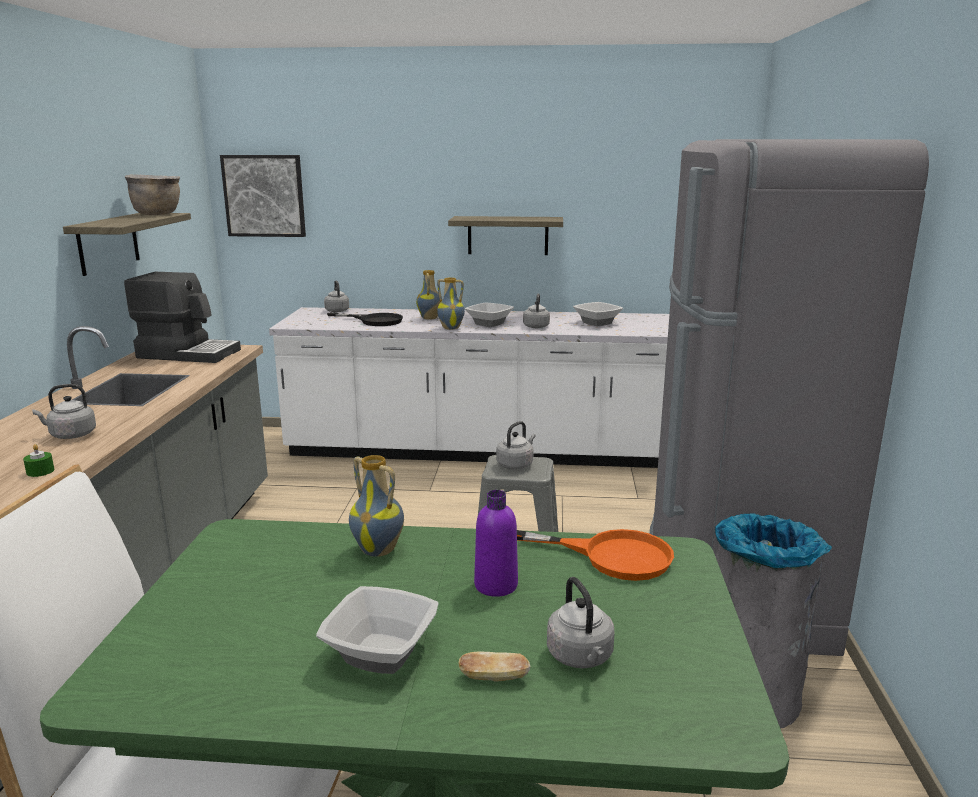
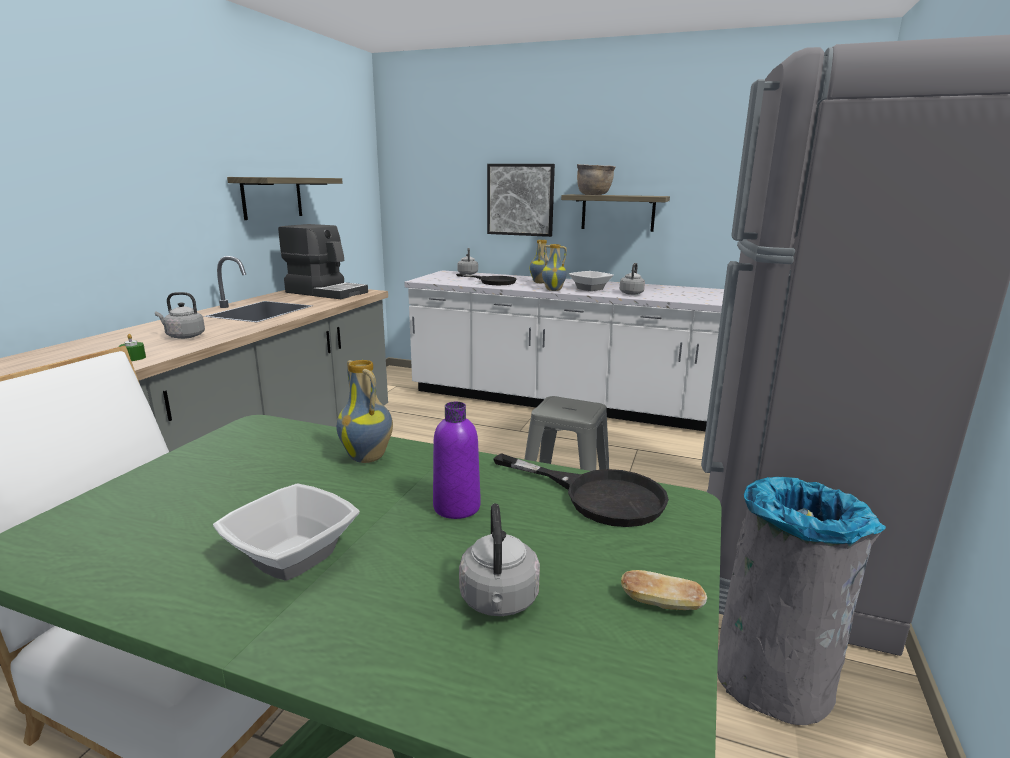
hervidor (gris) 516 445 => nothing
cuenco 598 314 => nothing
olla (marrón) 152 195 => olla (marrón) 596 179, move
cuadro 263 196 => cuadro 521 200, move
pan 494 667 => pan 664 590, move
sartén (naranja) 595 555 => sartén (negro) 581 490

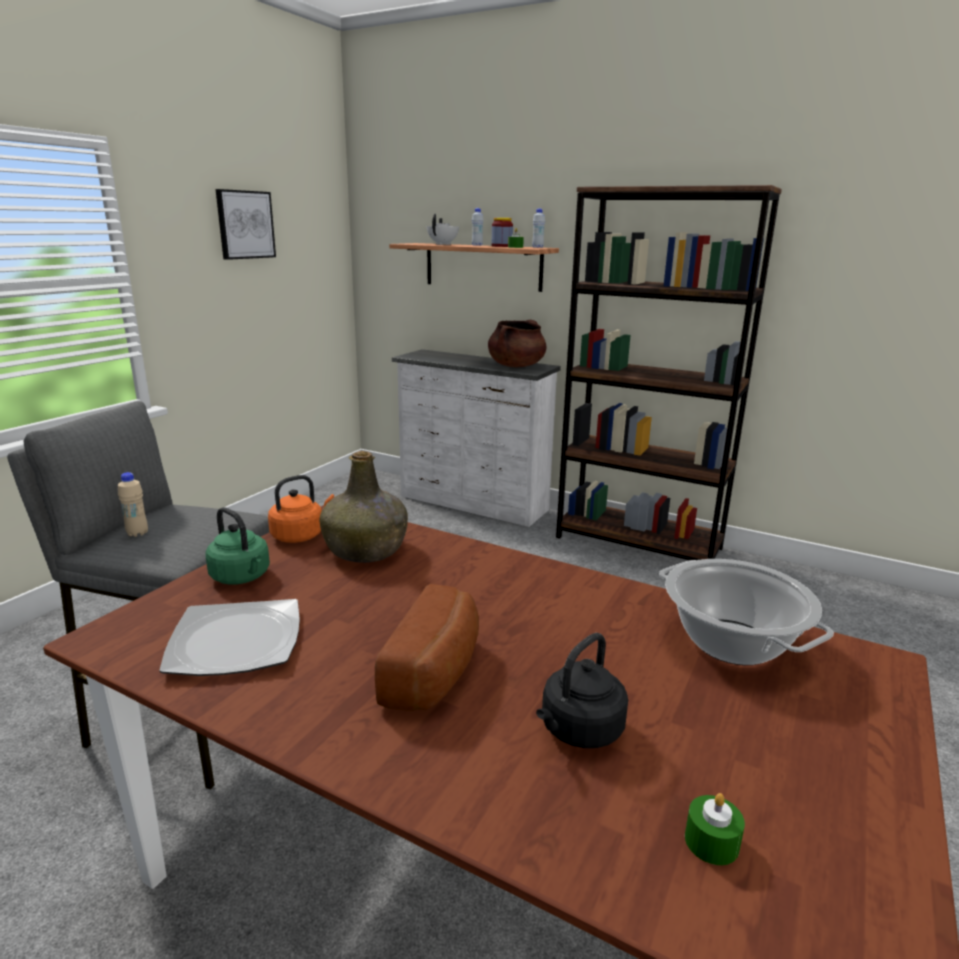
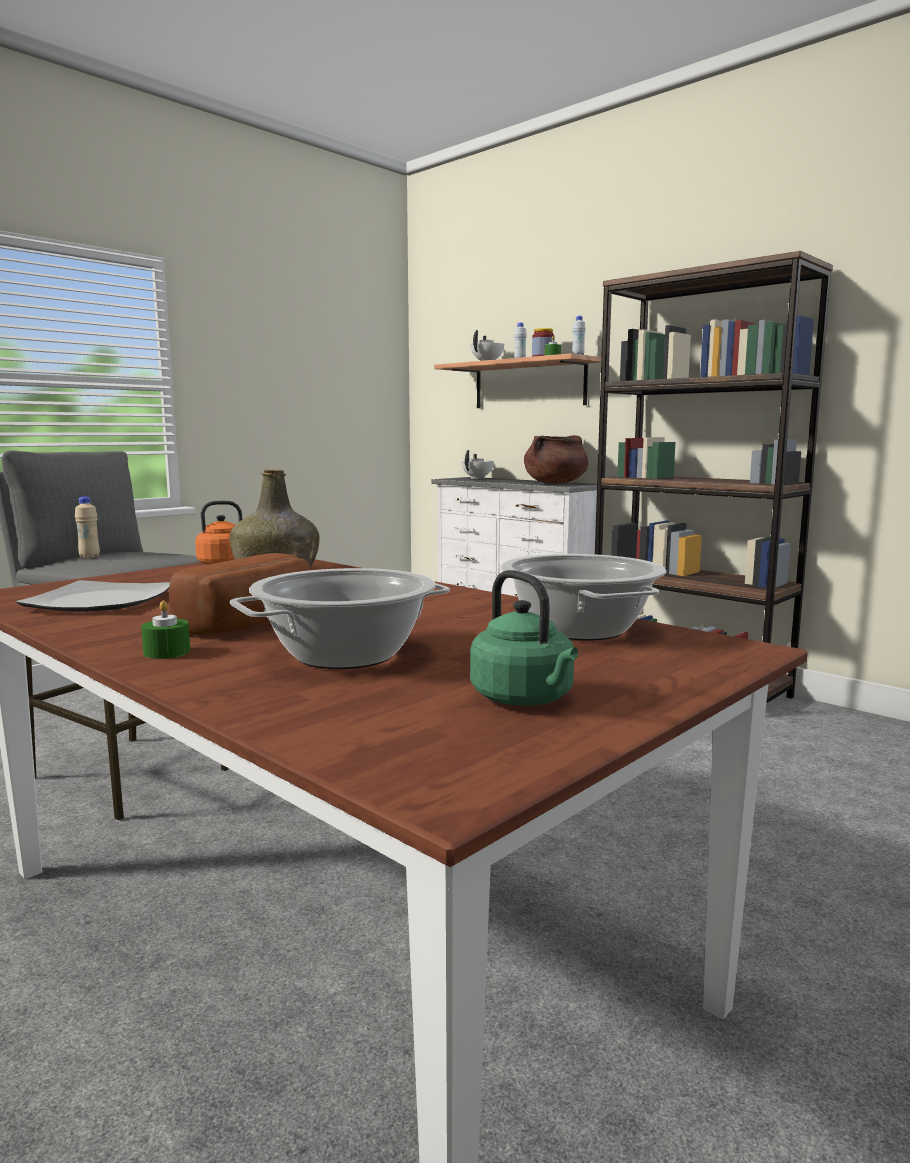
cuadro 245 224 => nothing
nothing => tetera (blanco) 478 464
hervidor (verde) 237 546 => hervidor (verde) 524 638, move
vela (verde) 715 829 => vela (verde) 165 629, move
hervidor (negro) 582 690 => olla 340 618

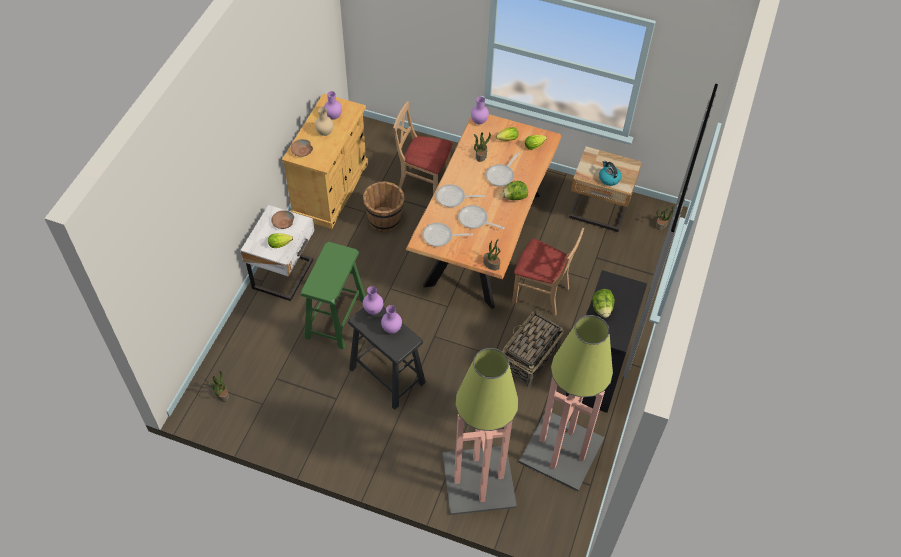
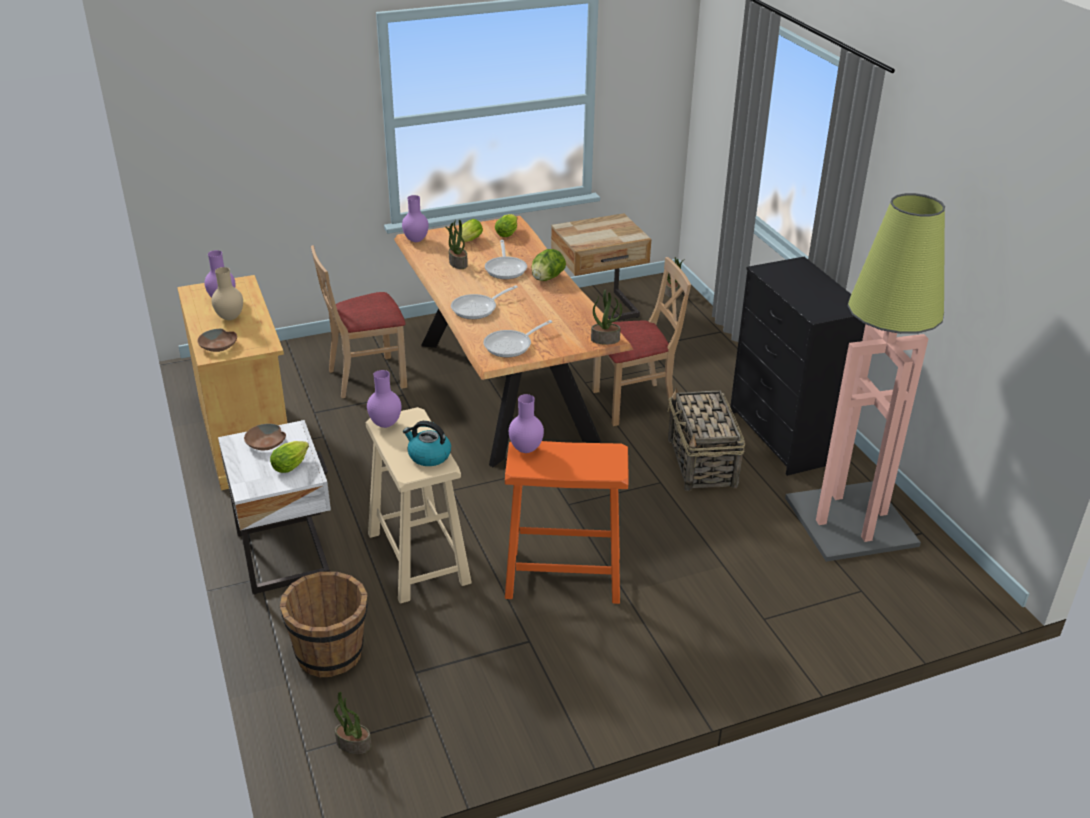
lámpara de pie 480 431 => nothing
sartén 481 217 => nothing
lechuga 603 303 => nothing
cubo (marrón) 384 206 => cubo (marrón) 323 624, move
florero (morado) 391 319 => florero (morado) 384 399, move
hervidor 610 173 => hervidor 427 443, move
taburete (verde) 333 296 => taburete (beis) 419 505
taburete (negro) 387 358 => taburete (naranja) 567 522

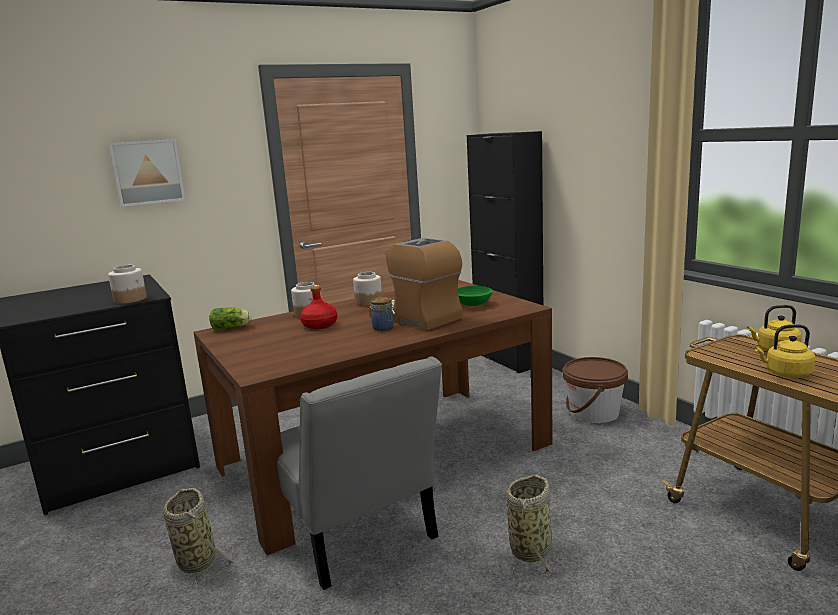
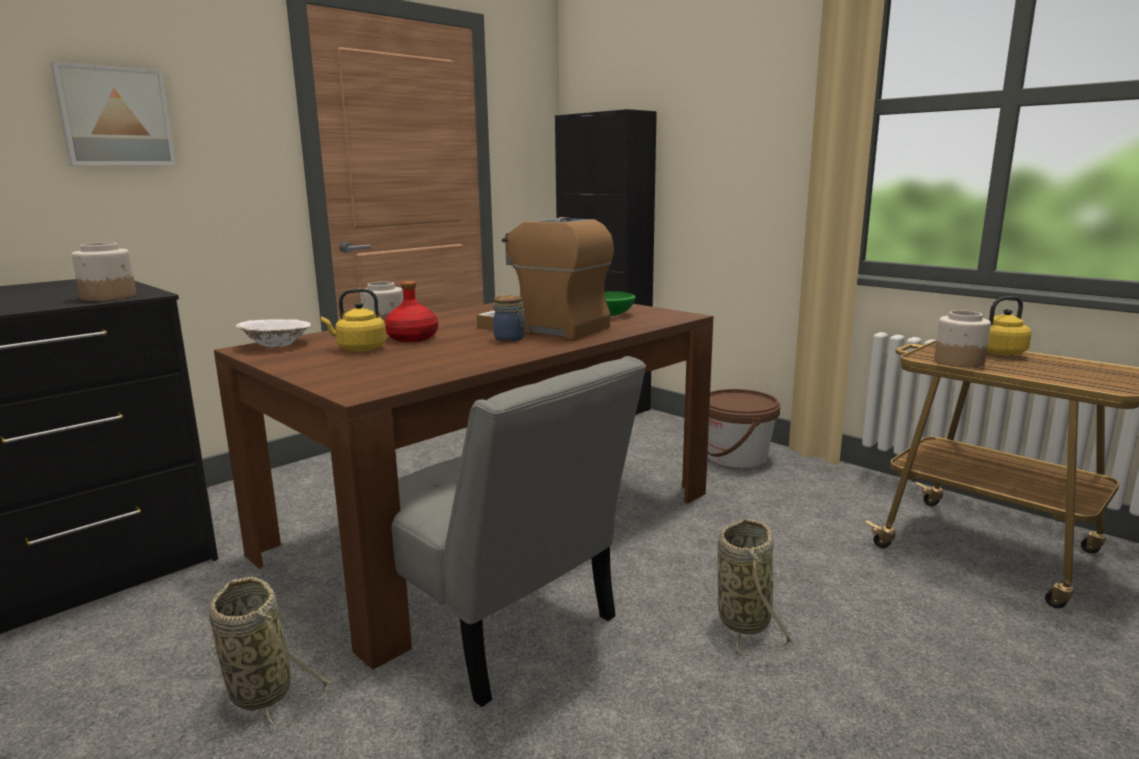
tarro 367 289 => tarro 962 338, move
hervidor (amarillo) 785 351 => hervidor (amarillo) 354 320, move
lechuga 230 319 => cuenco (blanco) 273 333

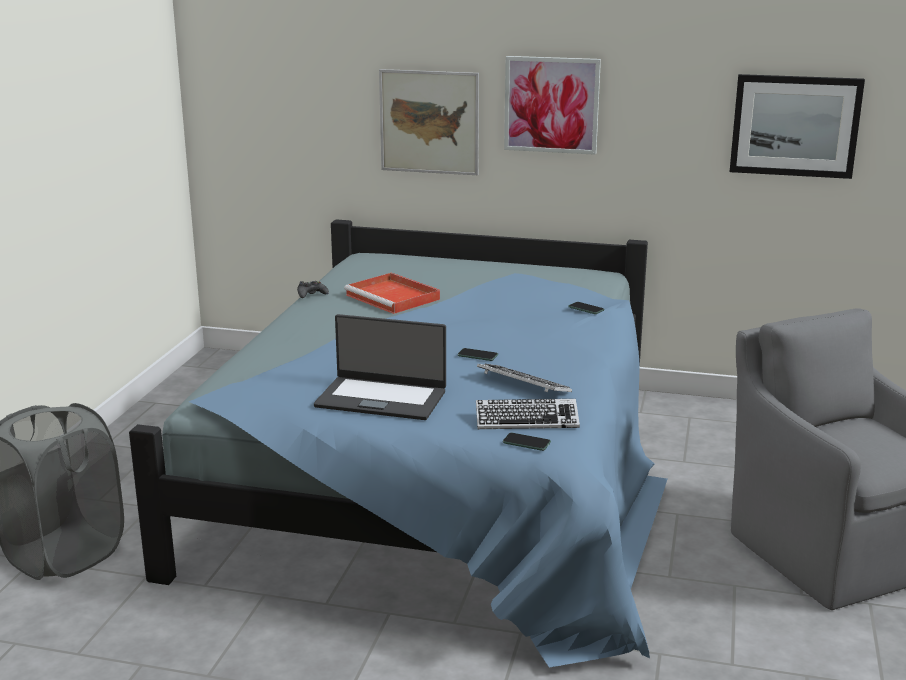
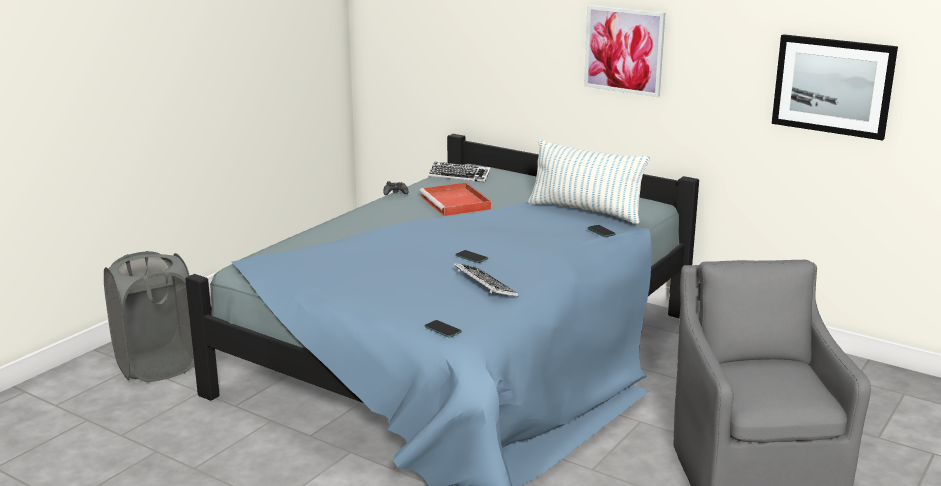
portátil 380 367 => nothing
cuadro 429 122 => nothing
nothing => cojín 589 181
teclado 528 414 => teclado 459 172, move

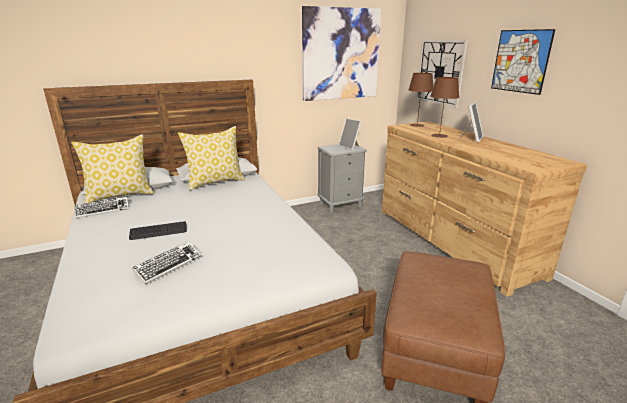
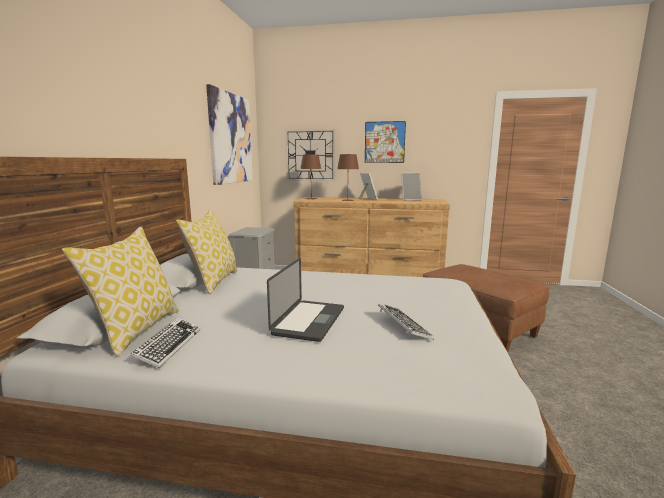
portarretratos 350 134 => portarretratos 411 187, move
teclado 158 230 => portátil 305 300

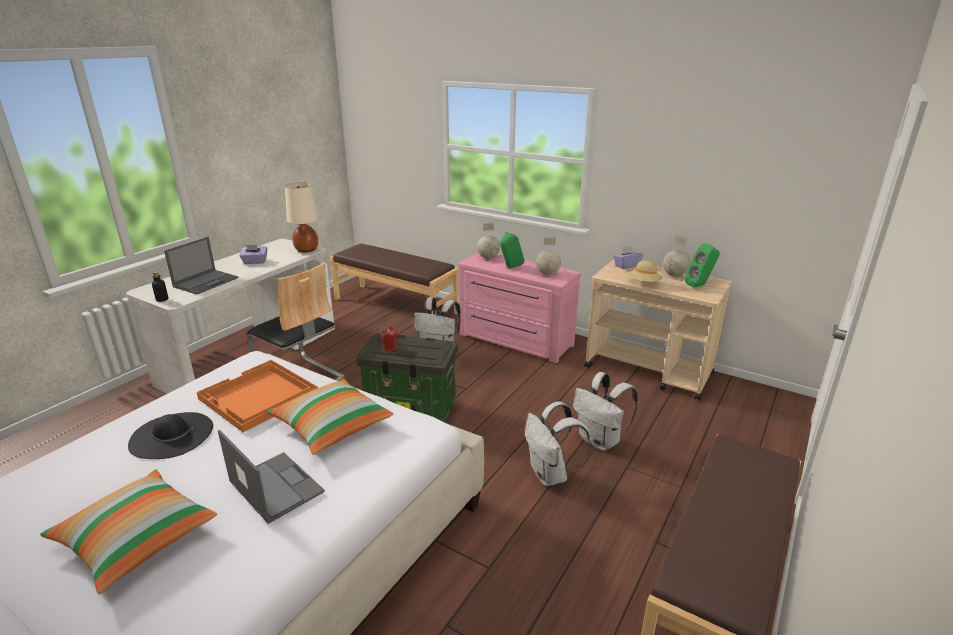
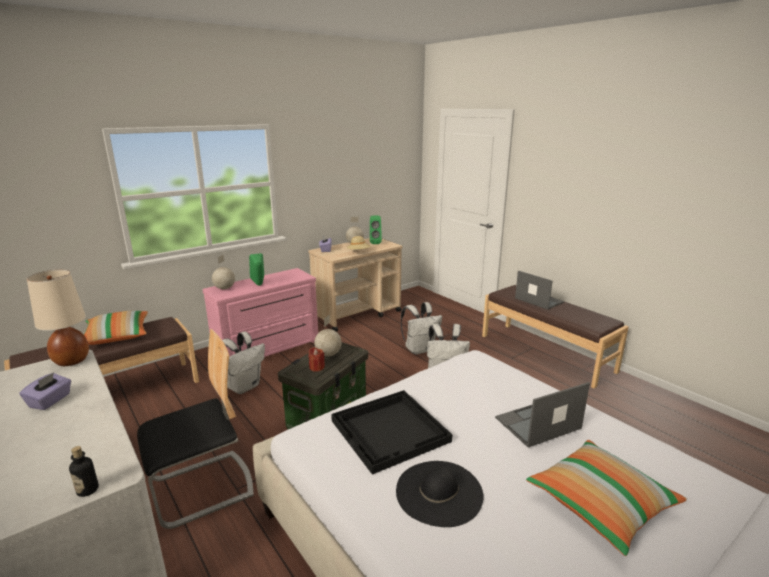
portátil 201 265 => portátil 539 290, move
cojín 329 417 => cojín 116 328, move
globo terráqueo 548 256 => globo terráqueo 328 335, move
bandeja (naranja) 257 396 => bandeja (negro) 391 432

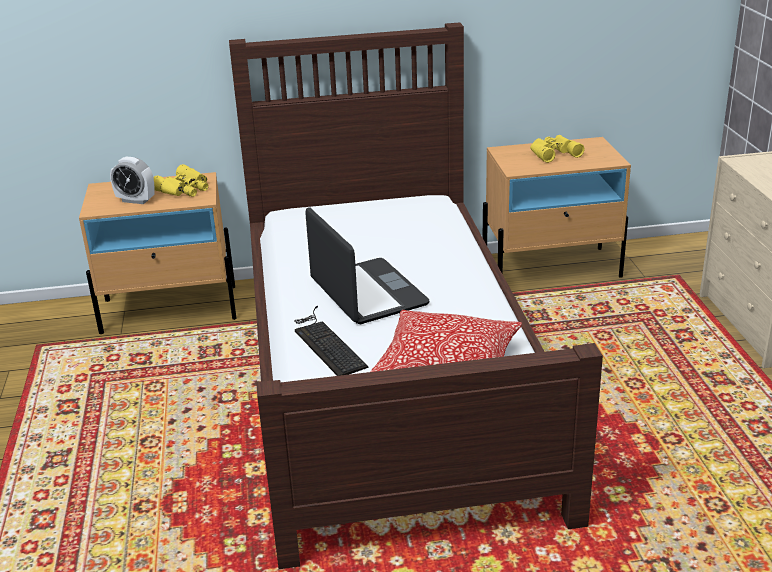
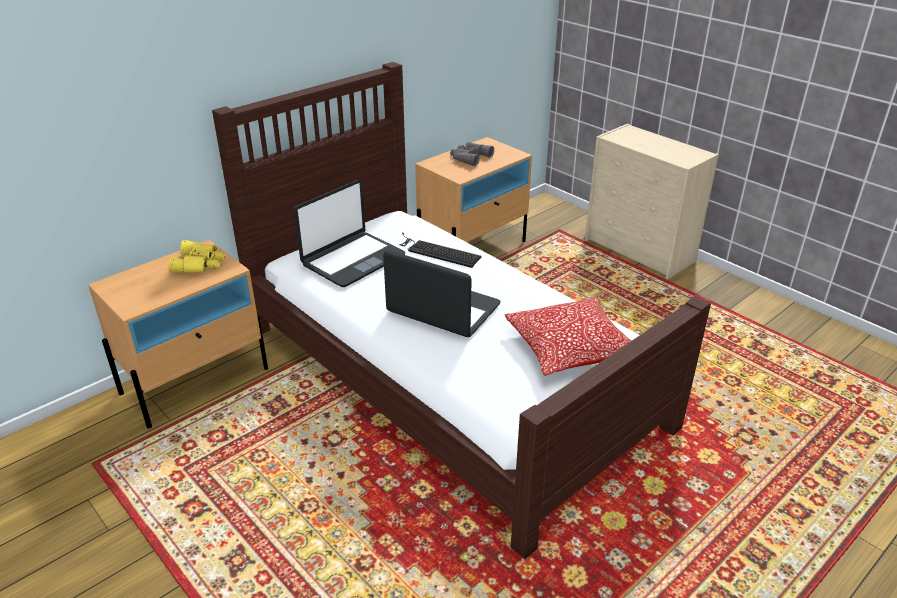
despertador 132 180 => nothing
nothing => portátil 349 233
teclado 331 341 => teclado 441 250, move
prismáticos (amarillo) 557 149 => prismáticos (gris) 472 154

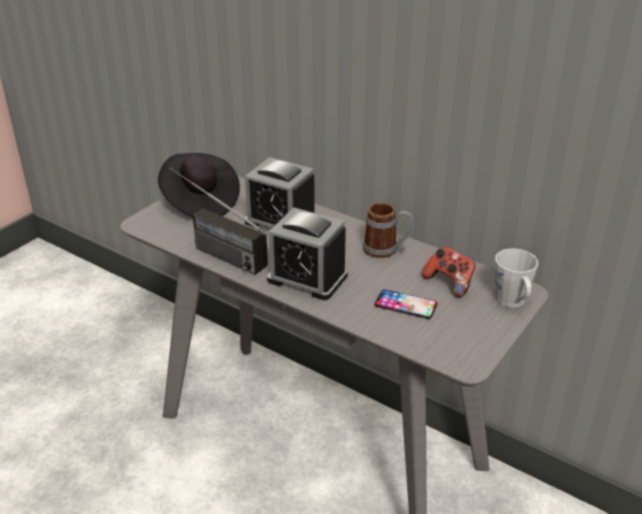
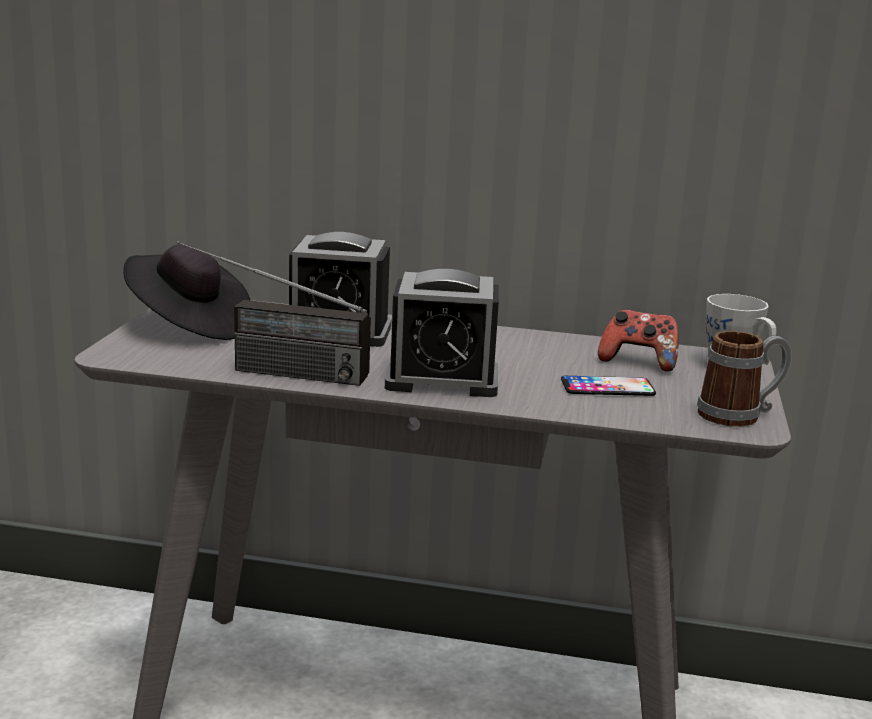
taza grande 388 230 => taza grande 744 379, move

